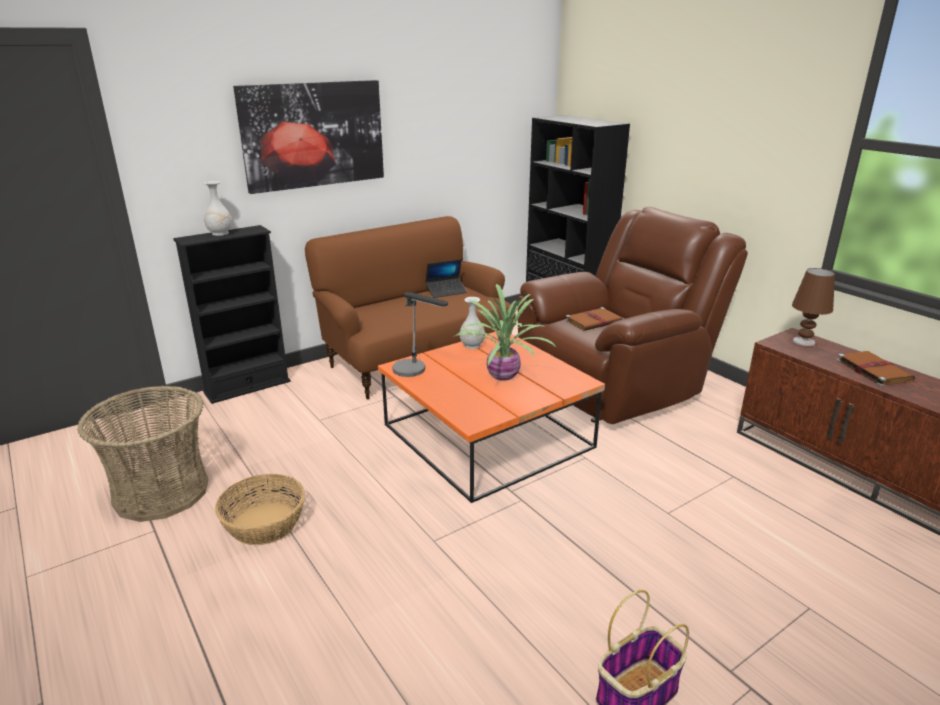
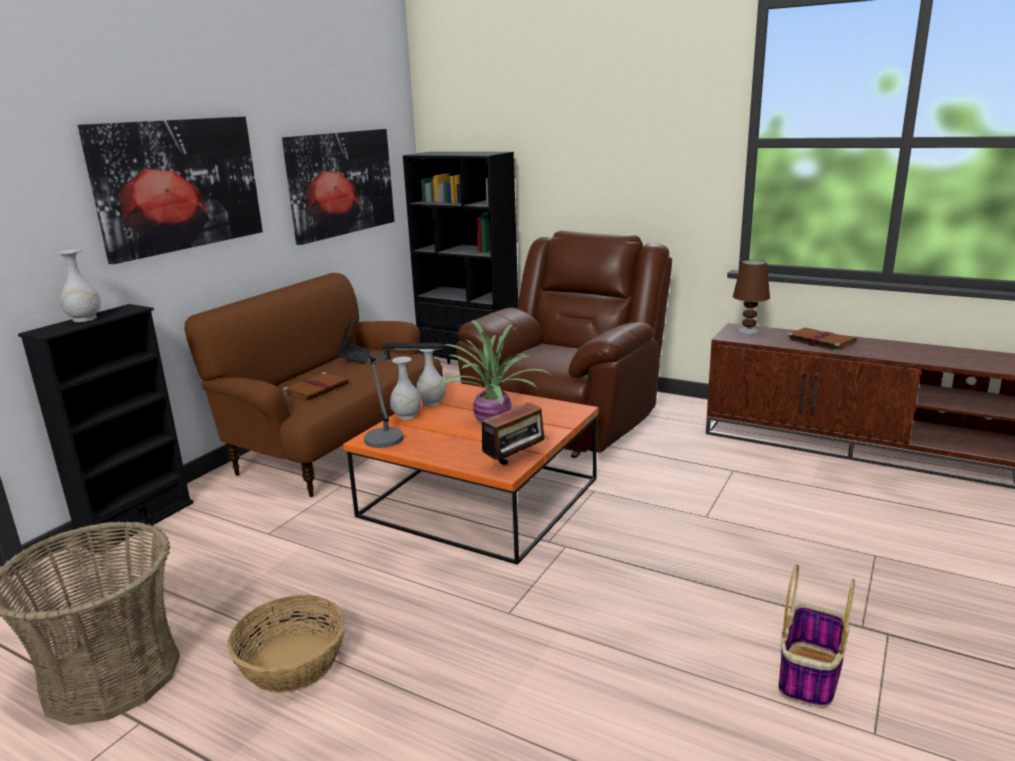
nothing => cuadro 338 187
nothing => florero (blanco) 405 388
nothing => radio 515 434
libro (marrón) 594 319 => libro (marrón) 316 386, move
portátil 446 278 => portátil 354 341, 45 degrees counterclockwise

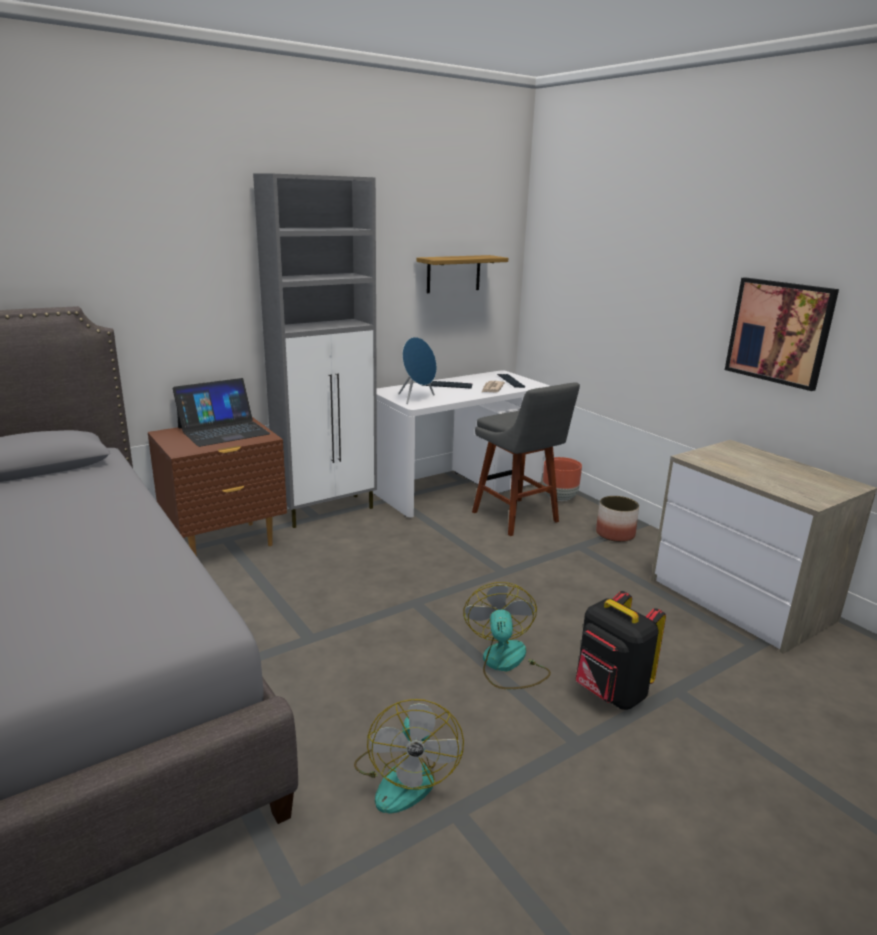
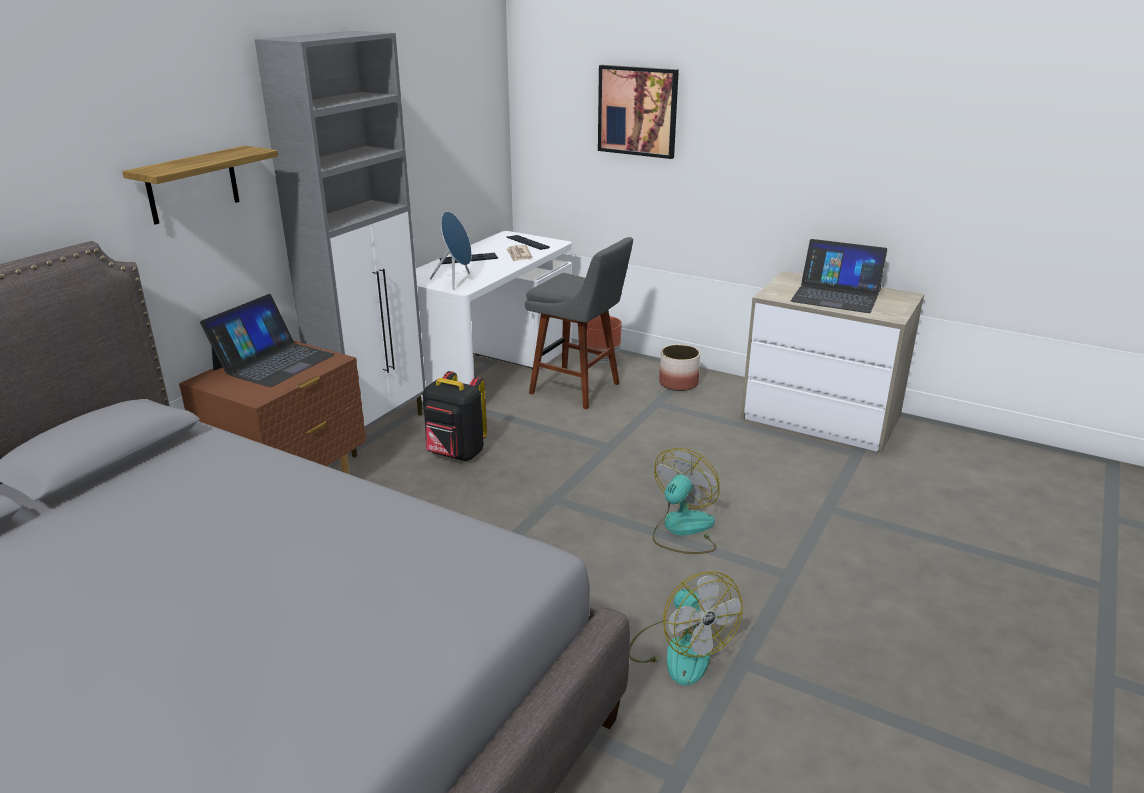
nothing => portátil 839 276
estante 462 274 => estante 200 185, move
mochila (negro) 621 650 => mochila (negro) 455 416, move
cuadro 782 334 => cuadro 638 112, move
ventilador 507 635 => ventilador 686 501, 60 degrees clockwise

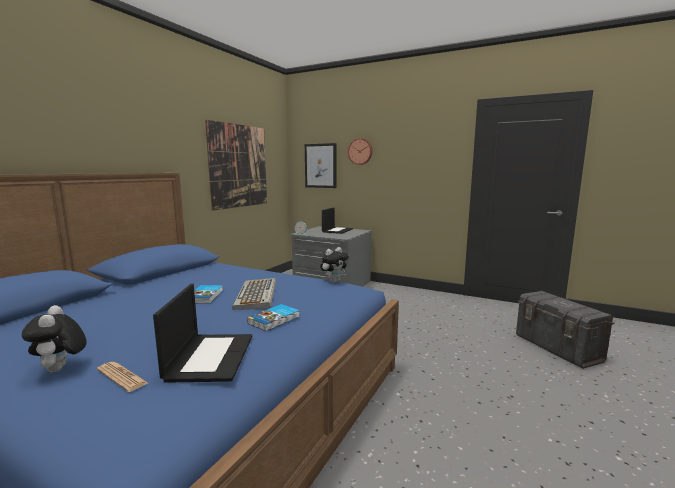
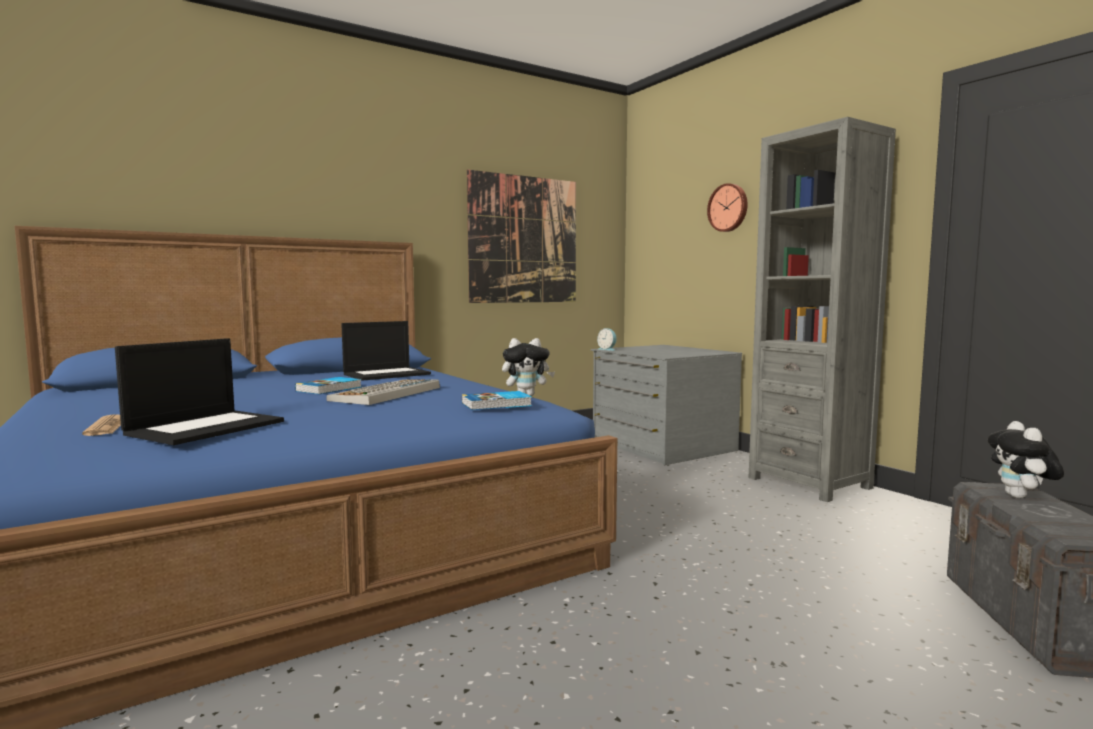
cuadro 320 165 => nothing
nothing => estantería (gris) 822 309
peluche 54 339 => peluche 1025 459, move
libro 273 317 => libro 497 400, move
portátil 337 220 => portátil 386 351, move

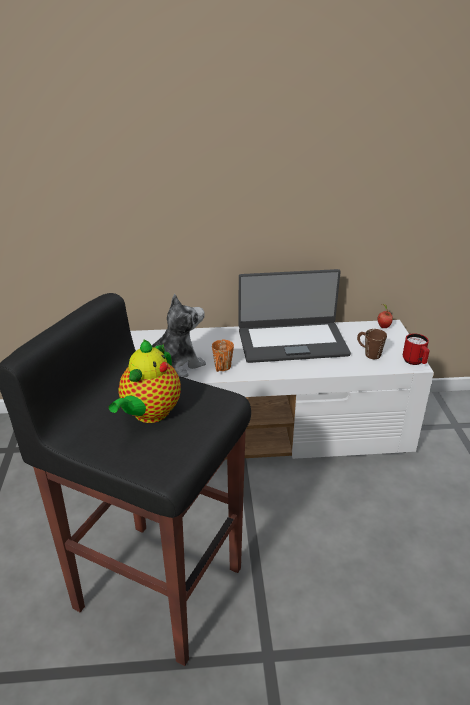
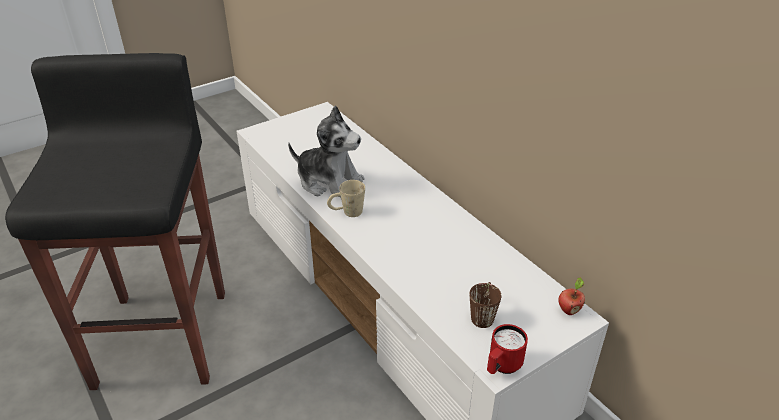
tetera 145 381 => nothing
portátil 294 316 => nothing
taza grande (naranja) 223 356 => taza grande (beis) 346 198

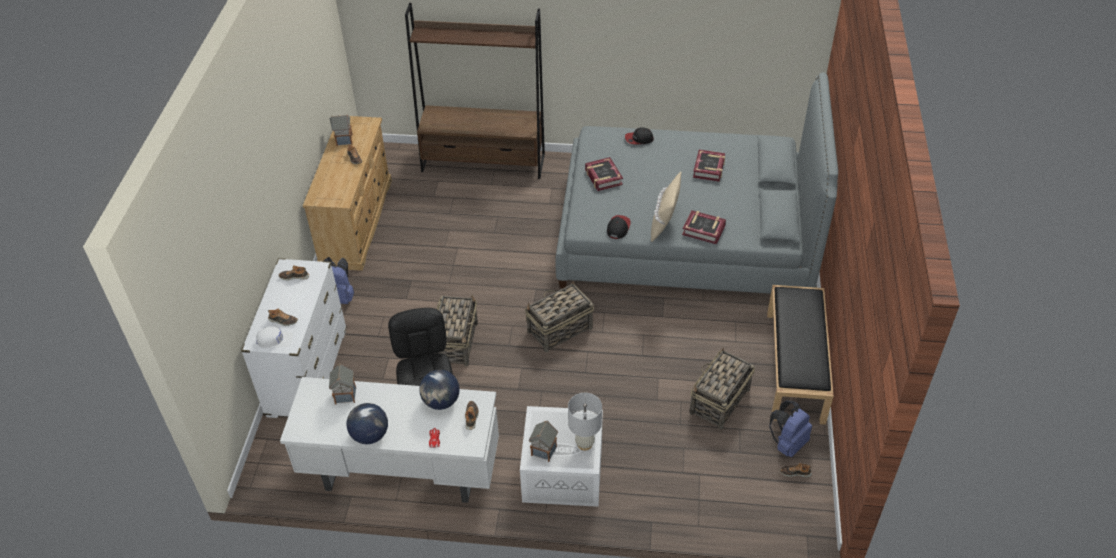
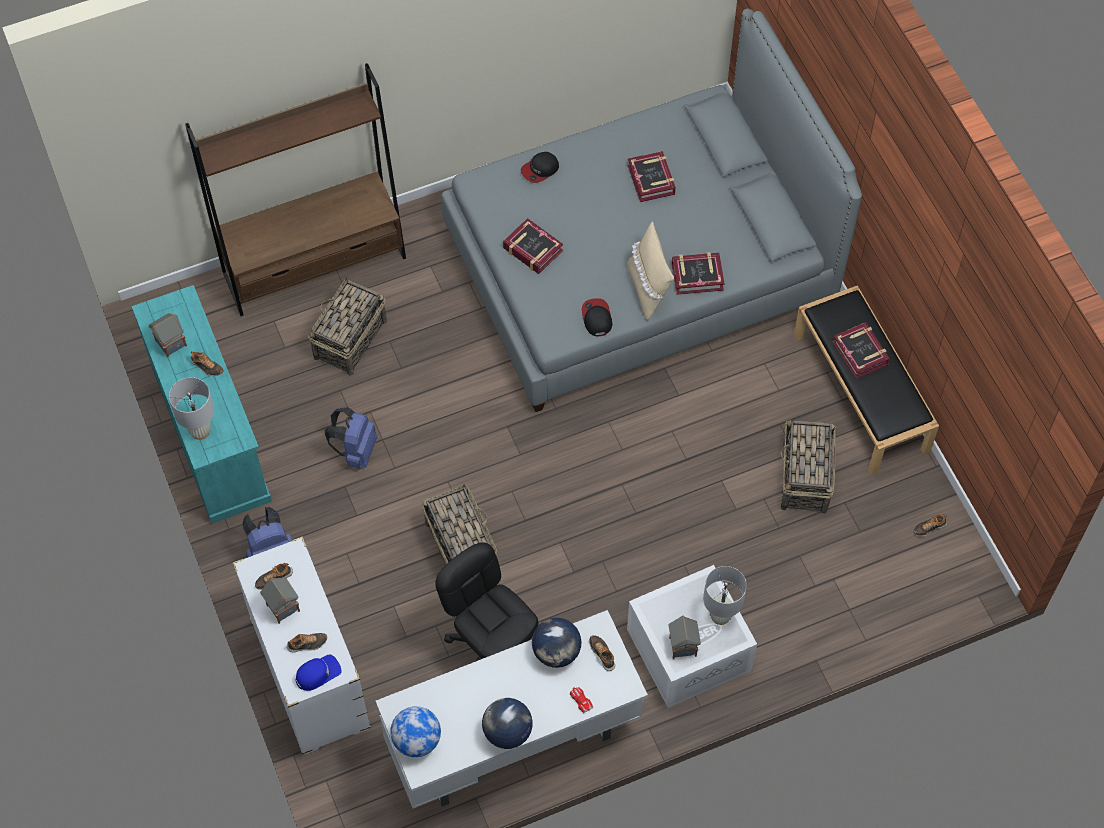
nothing => lámpara de mesa (blanco) 191 408
nothing => globo terráqueo 415 731
nothing => libro 861 350
casita 342 384 => casita 280 600, move
cesta 559 317 => cesta 347 327, move
mochila (azul) 790 428 => mochila (azul) 351 438, move
gorra (blanco) 274 337 => gorra (azul) 319 672
cómoda (beis) 347 193 => cómoda (turquesa) 202 404

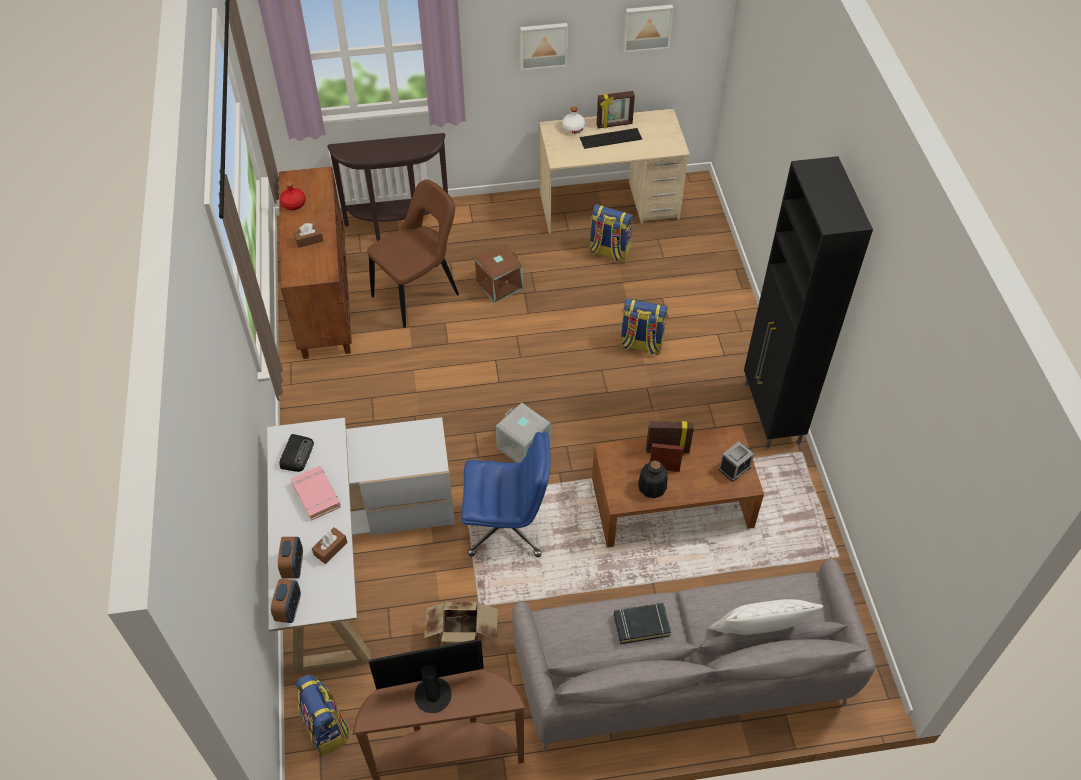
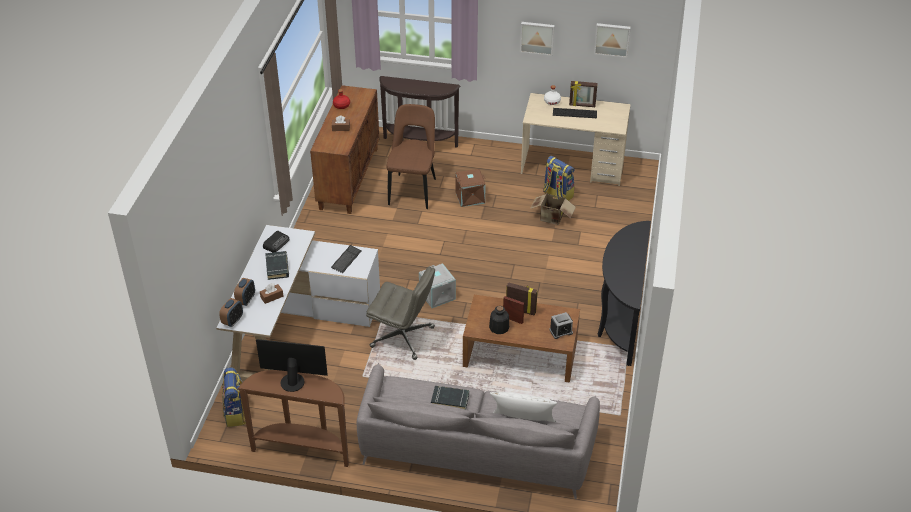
mochila 643 326 => nothing
nothing => teclado 346 259
caja de cartón 461 623 => caja de cartón 553 209, move
armario (negro) 808 302 => mesa consola (negro) 624 293
libro (rosa) 316 493 => libro (negro) 277 265
silla de oficina (azul) 505 494 => silla de oficina (gris) 400 313
silla (marrón) 413 254 => silla (marrón) 411 156, 60 degrees counterclockwise

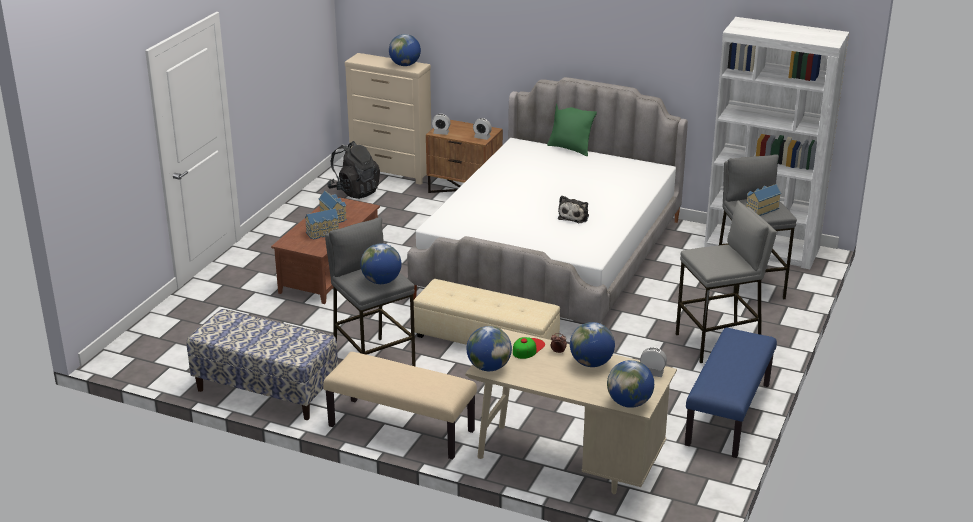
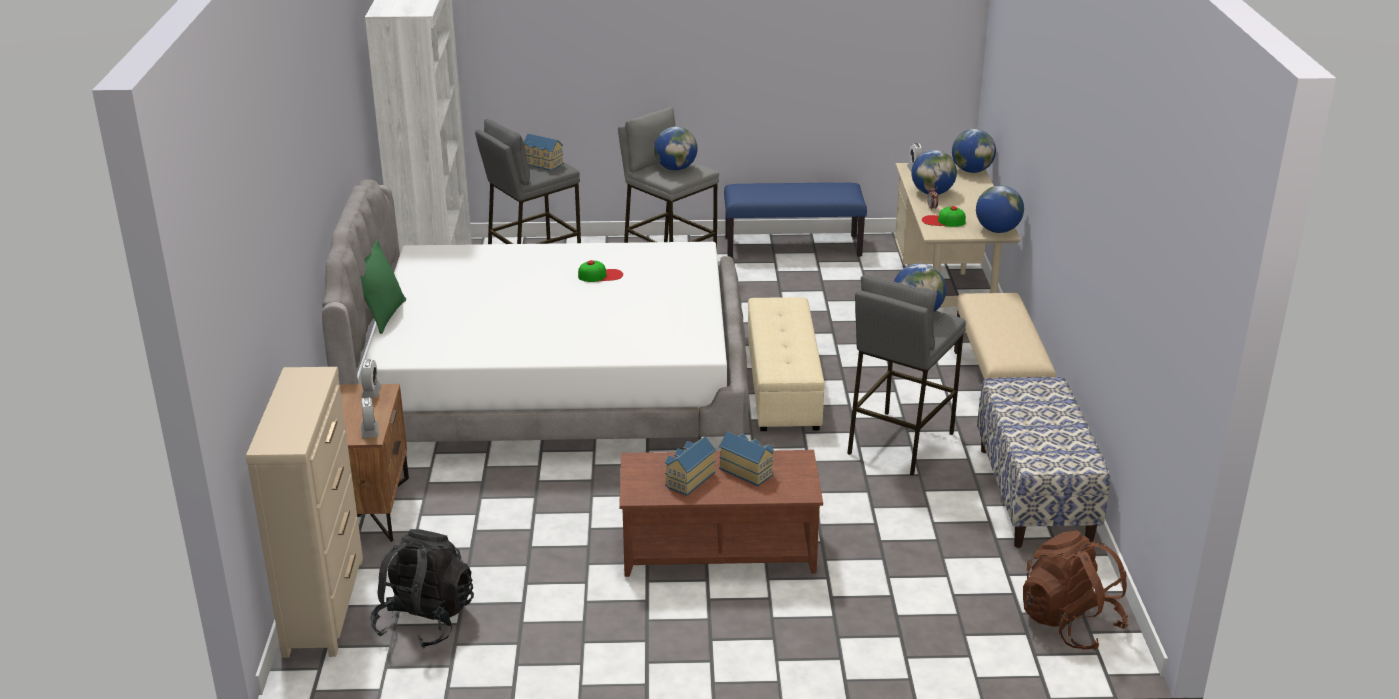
nothing => mochila (marrón) 1075 590
globo terráqueo 405 50 => globo terráqueo 675 148, move
peluche 573 209 => gorra 600 271

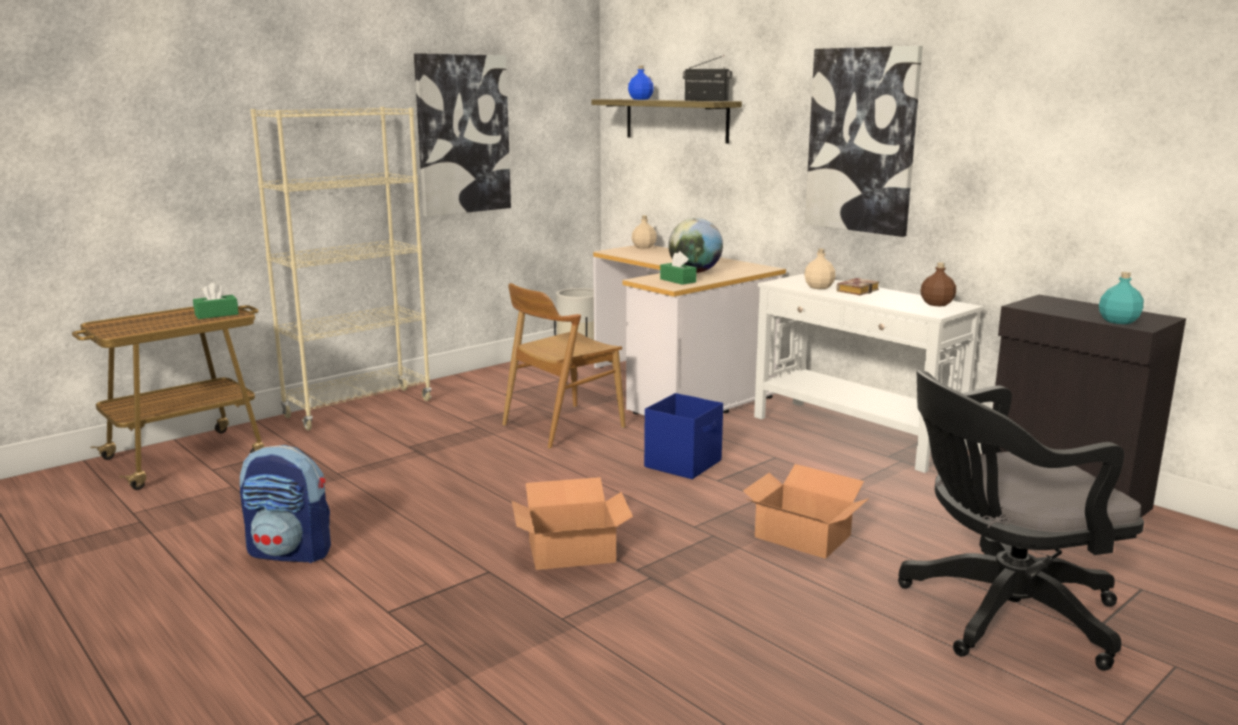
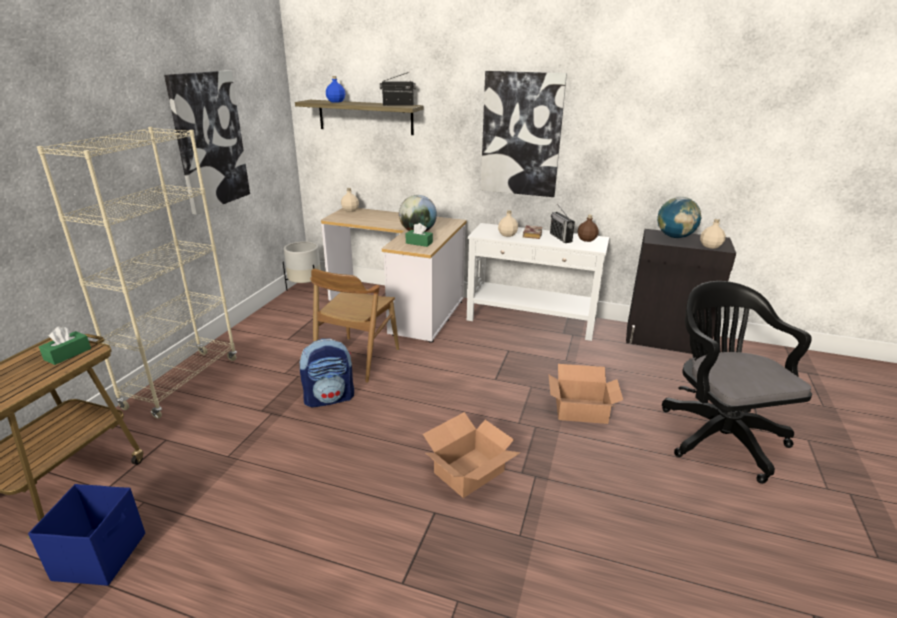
nothing => radio 562 223
nothing => globo terráqueo 679 217
mochila 285 504 => mochila 326 372, move
caja de almacenaje (azul) 683 436 => caja de almacenaje (azul) 86 535, move
botella (turquesa) 1121 298 => botella (beis) 713 234
silla de oficina (negro) 1021 520 => silla de oficina (negro) 737 382, 120 degrees clockwise

